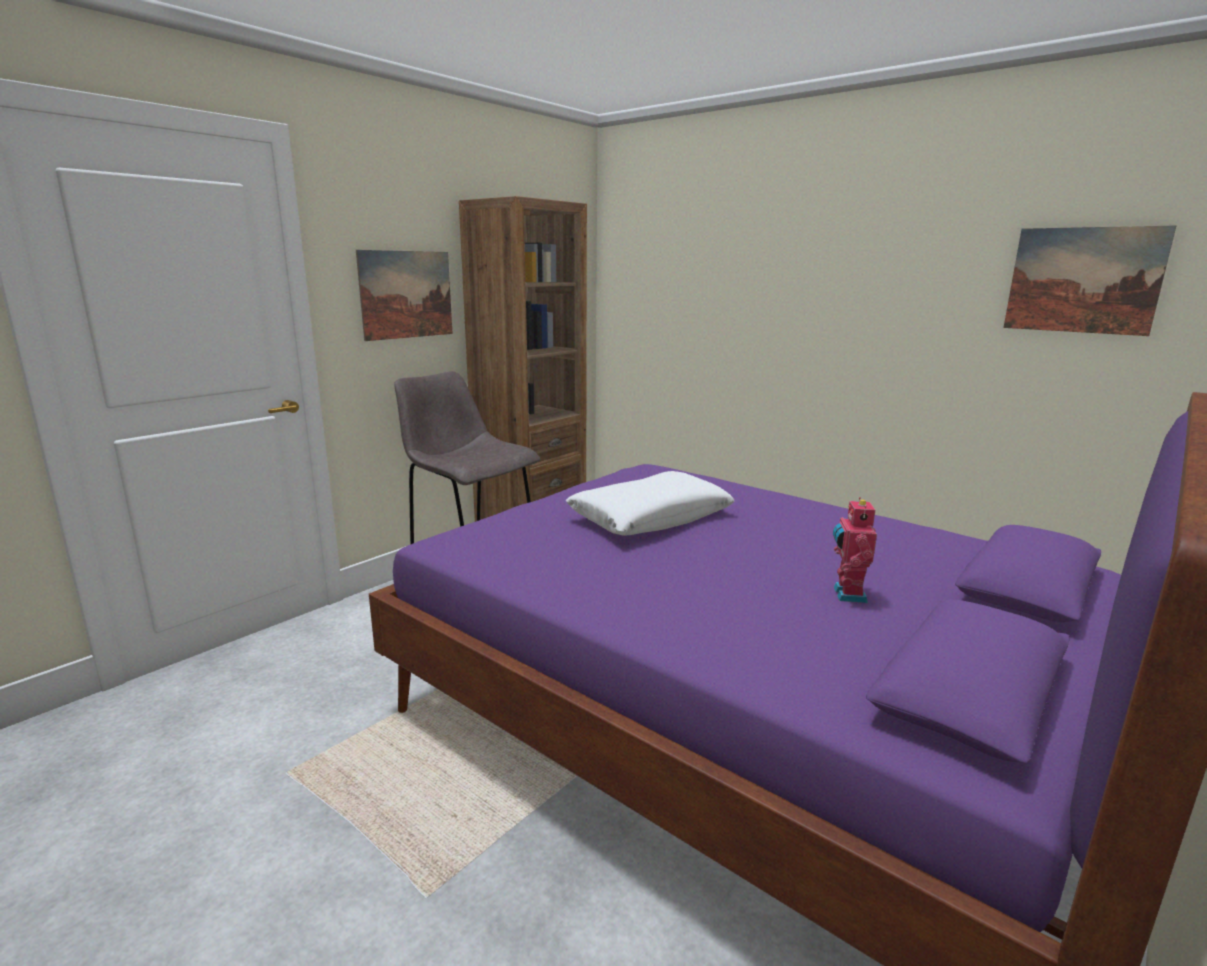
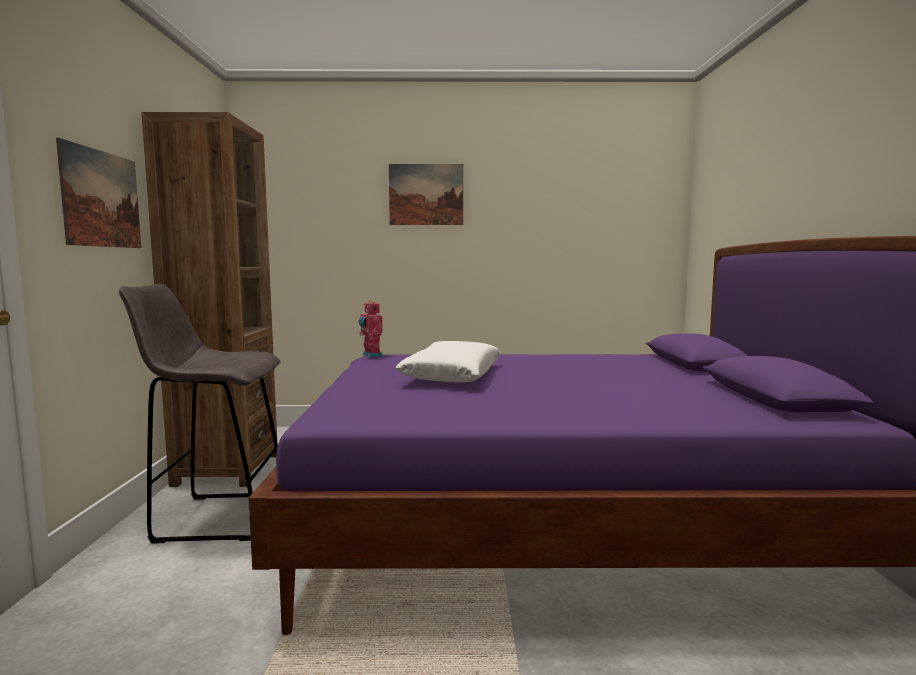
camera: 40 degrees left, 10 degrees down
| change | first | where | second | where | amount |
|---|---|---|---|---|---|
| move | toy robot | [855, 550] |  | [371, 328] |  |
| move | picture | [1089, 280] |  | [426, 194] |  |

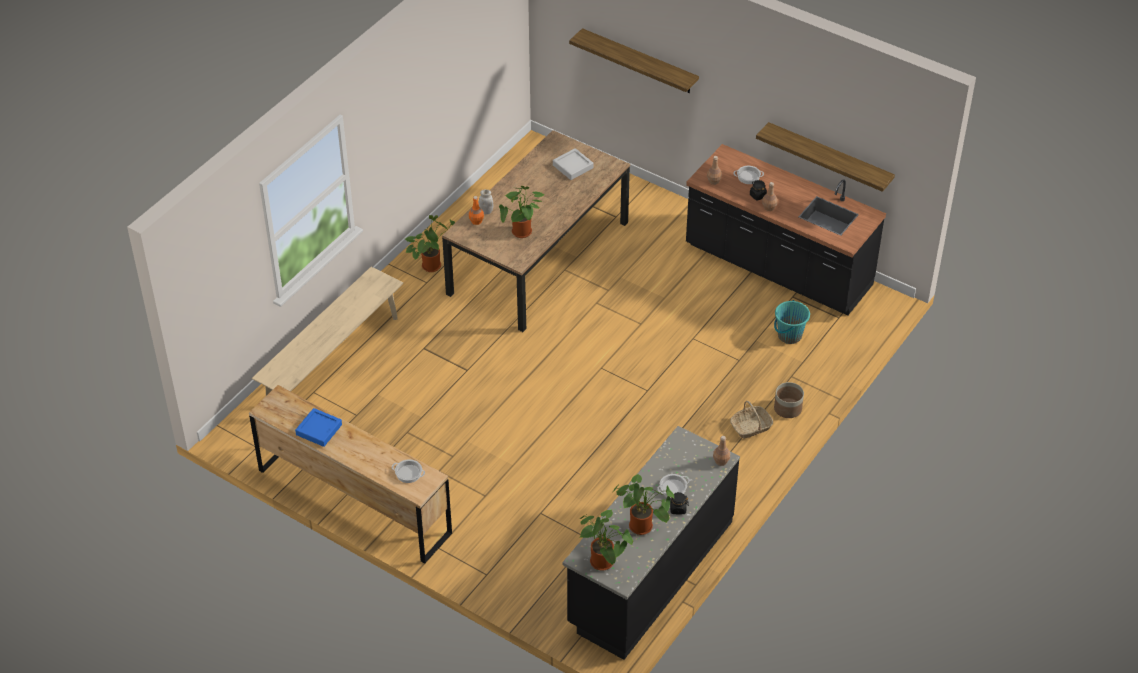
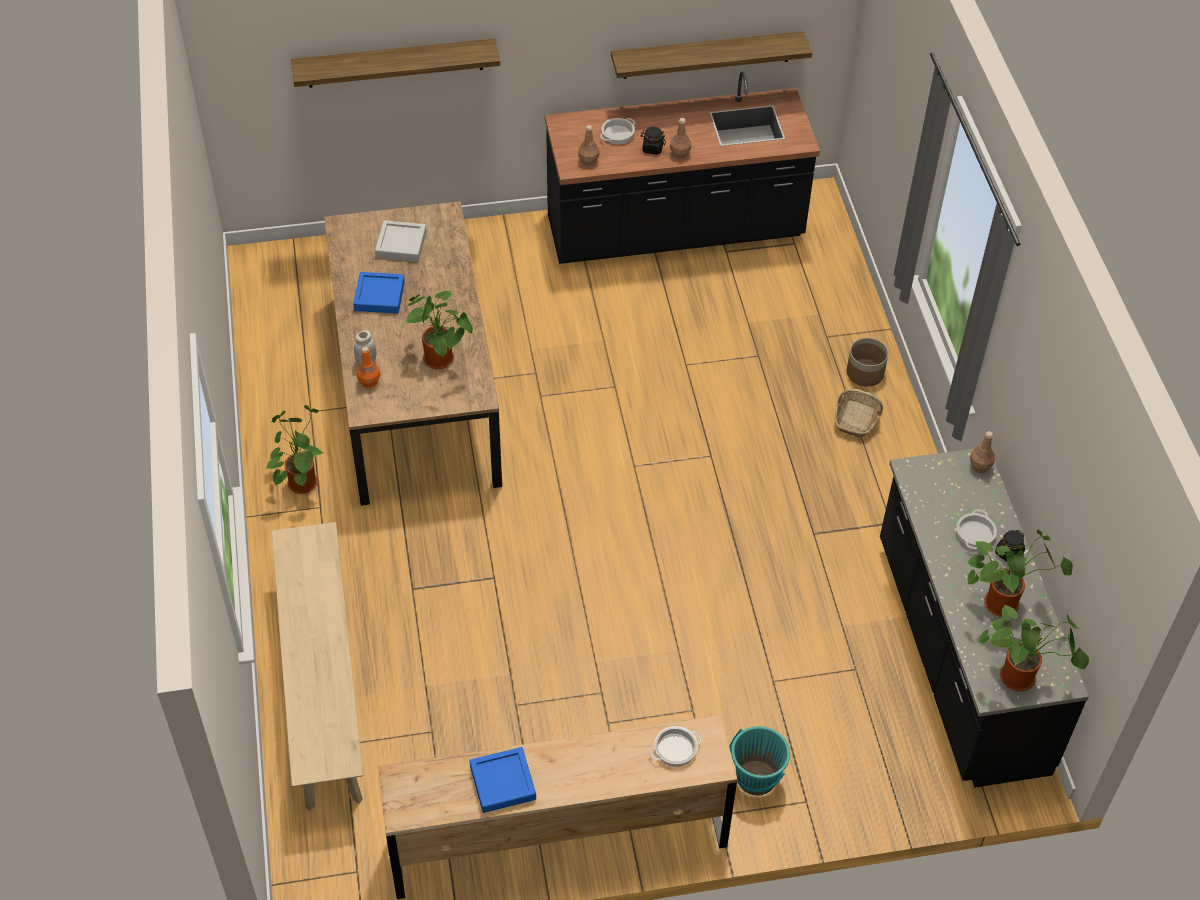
camera: 45 degrees left, 5 degrees up
| change | first | where | second | where | amount |
|---|---|---|---|---|---|
| insert |  |  | blue tray | [379, 293] |  |
| move | turquoise bucket | [792, 322] |  | [759, 760] |  |

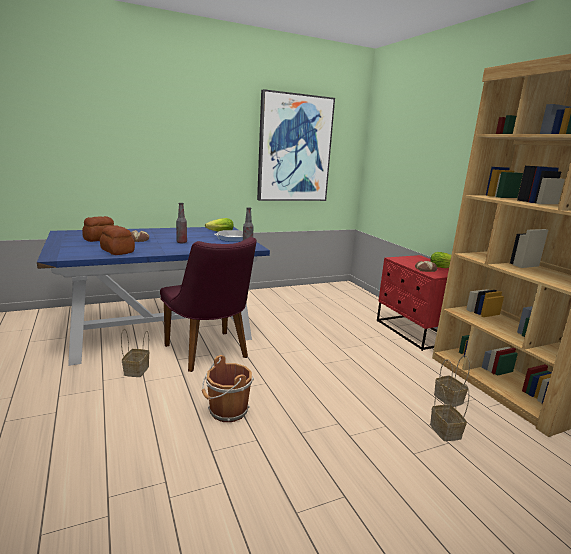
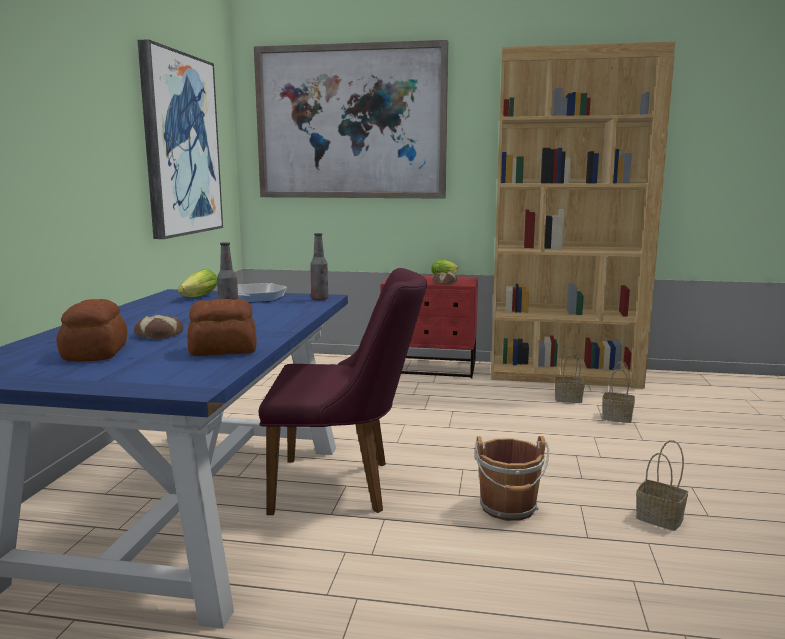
camera: 55 degrees left, 5 degrees down
| change | first | where | second | where | amount |
|---|---|---|---|---|---|
| insert |  |  | picture | [351, 119] |  |
| move | basket | [135, 353] |  | [662, 485] |  |

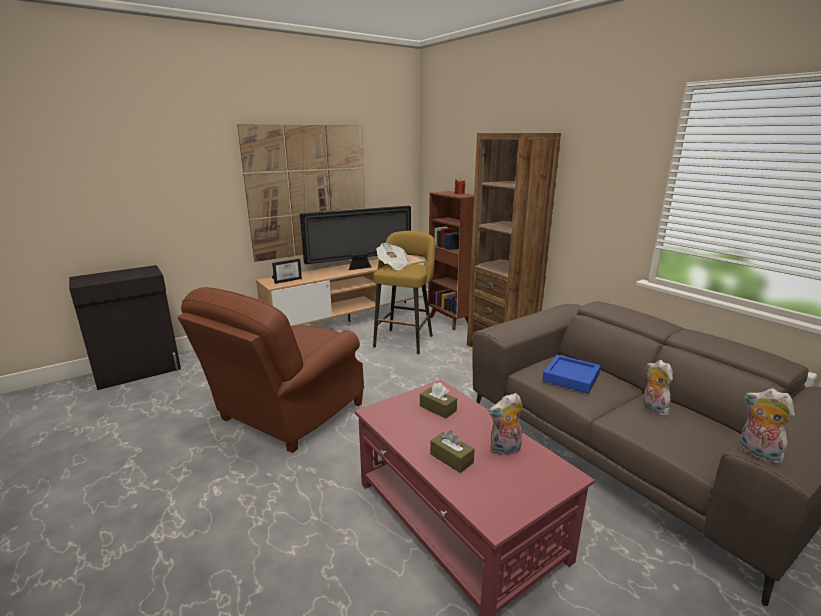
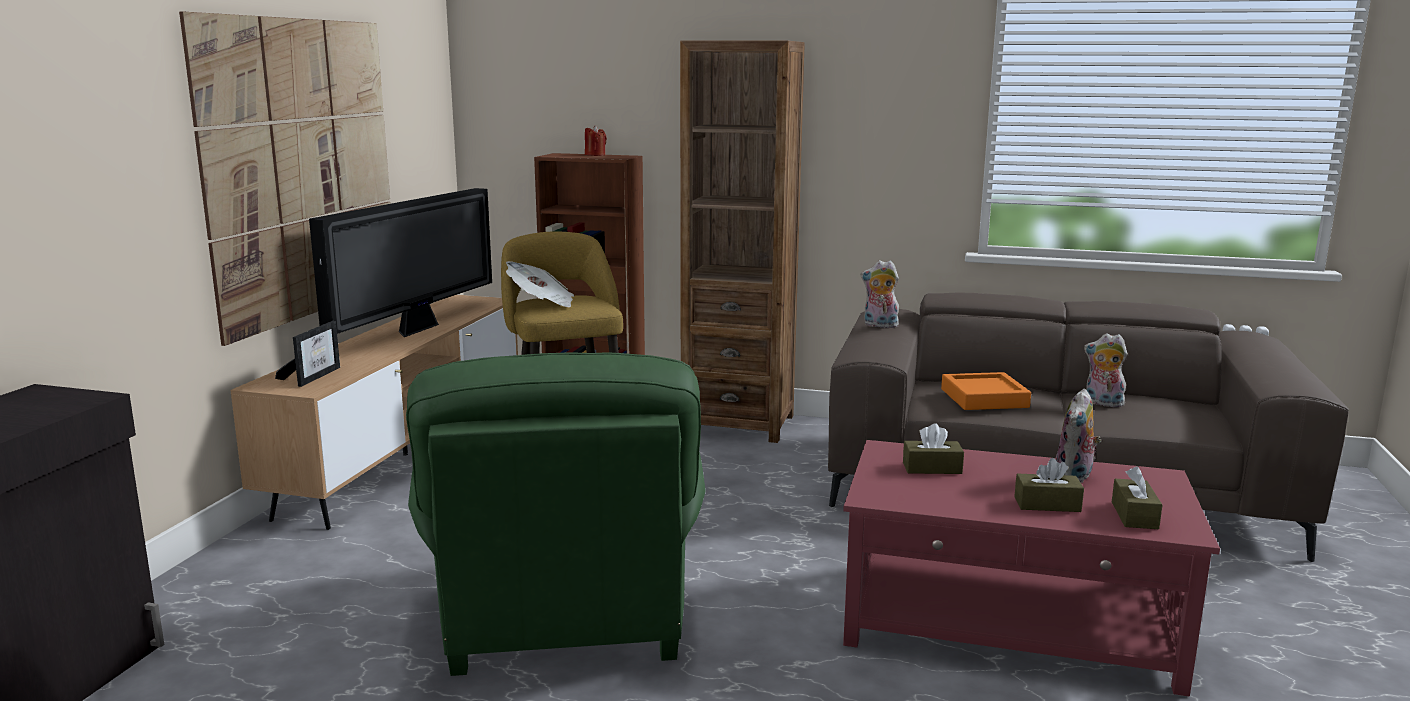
camera: 40 degrees left, 5 degrees down
| change | first | where | second | where | amount |
|---|---|---|---|---|---|
| insert |  |  | brown tissue box | [1137, 497] |  |
| move | plush toy | [767, 426] |  | [880, 294] |  |
| recolor | brown armchair | [270, 370] | green armchair | [555, 514] |  |
| recolor | blue tray | [571, 374] | orange tray | [986, 391] |  |

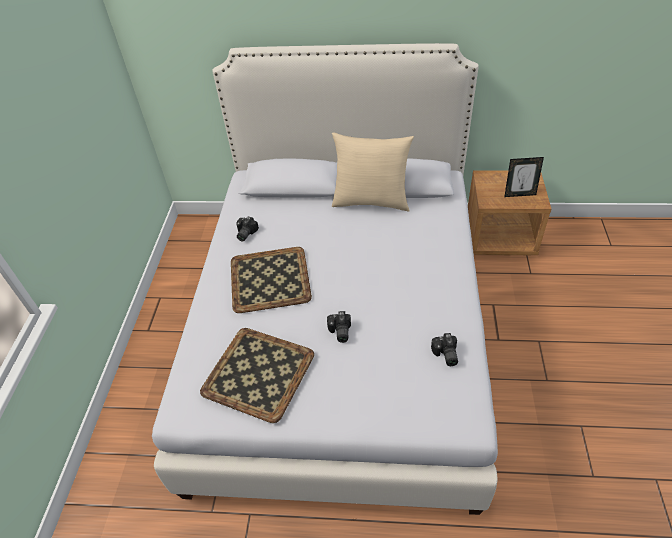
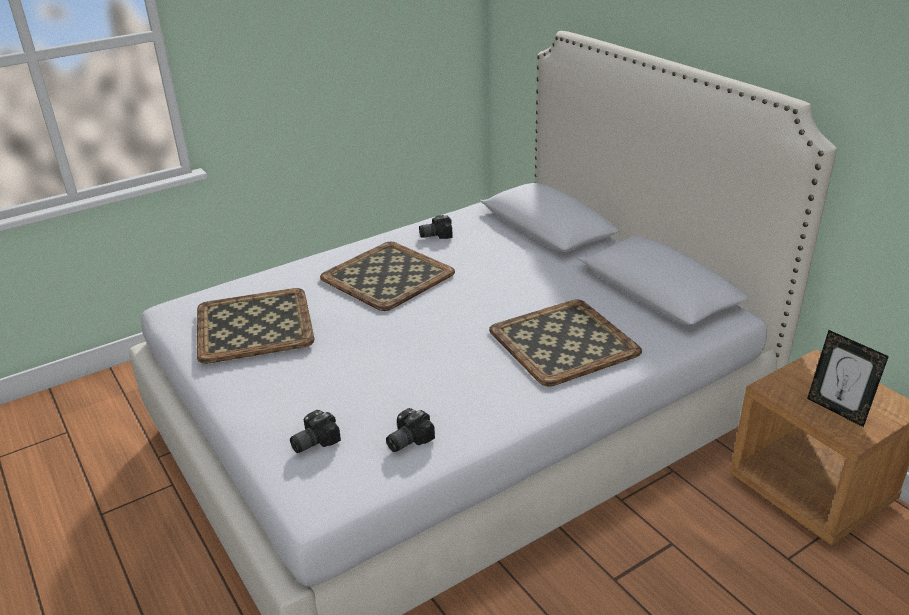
camera: 50 degrees right, 15 degrees down
| change | first | where | second | where | amount |
|---|---|---|---|---|---|
| delete | beige pillow | [373, 172] |  |  |  |
| insert |  |  | tray | [565, 343] |  |
| move | photo camera | [339, 327] |  | [315, 431] |  |

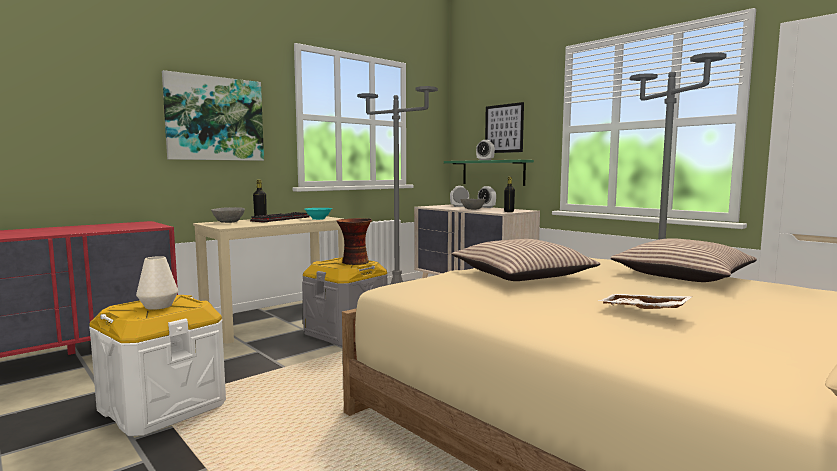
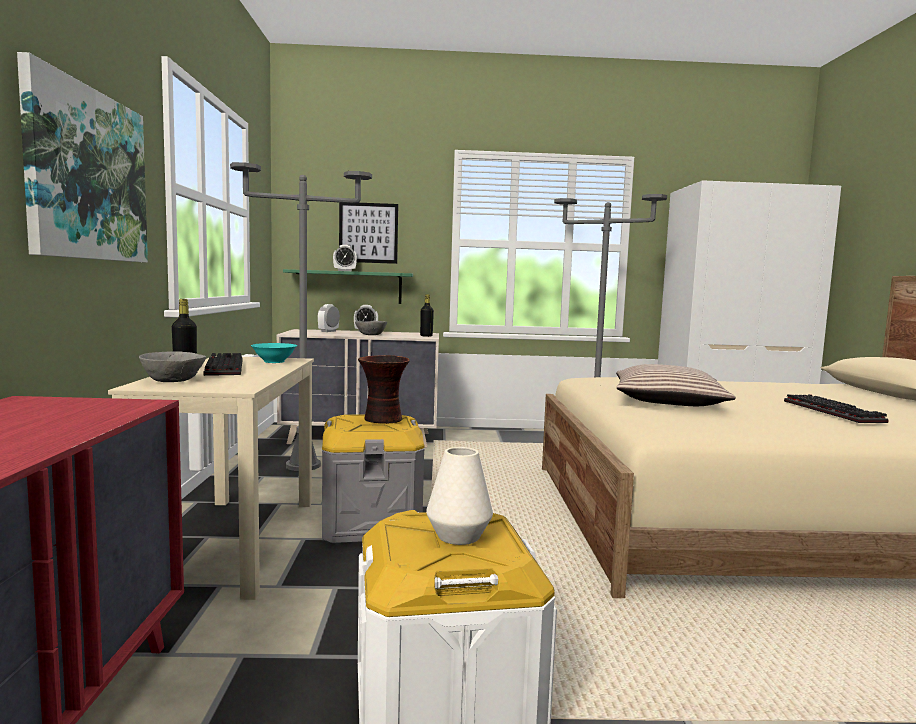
camera: 50 degrees left, 0 degrees up
| change | first | where | second | where | amount |
|---|---|---|---|---|---|
| delete | pillow | [684, 260] |  |  |  |
| replace | white tray | [645, 301] | keyboard | [836, 408] |  |

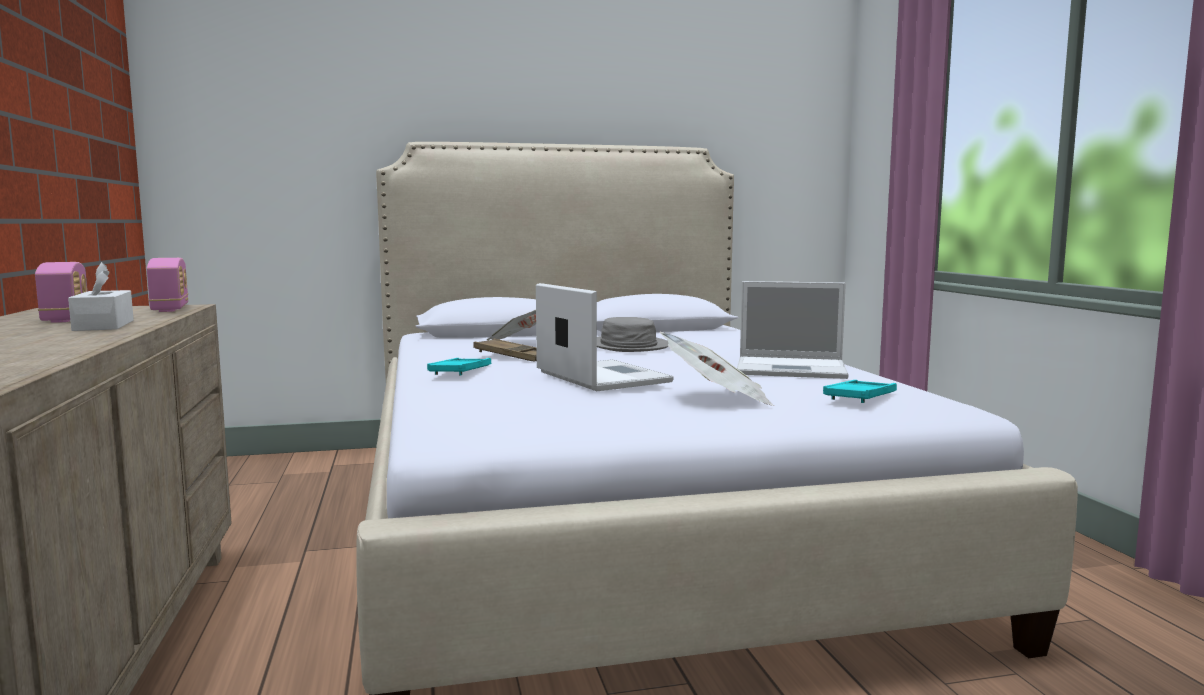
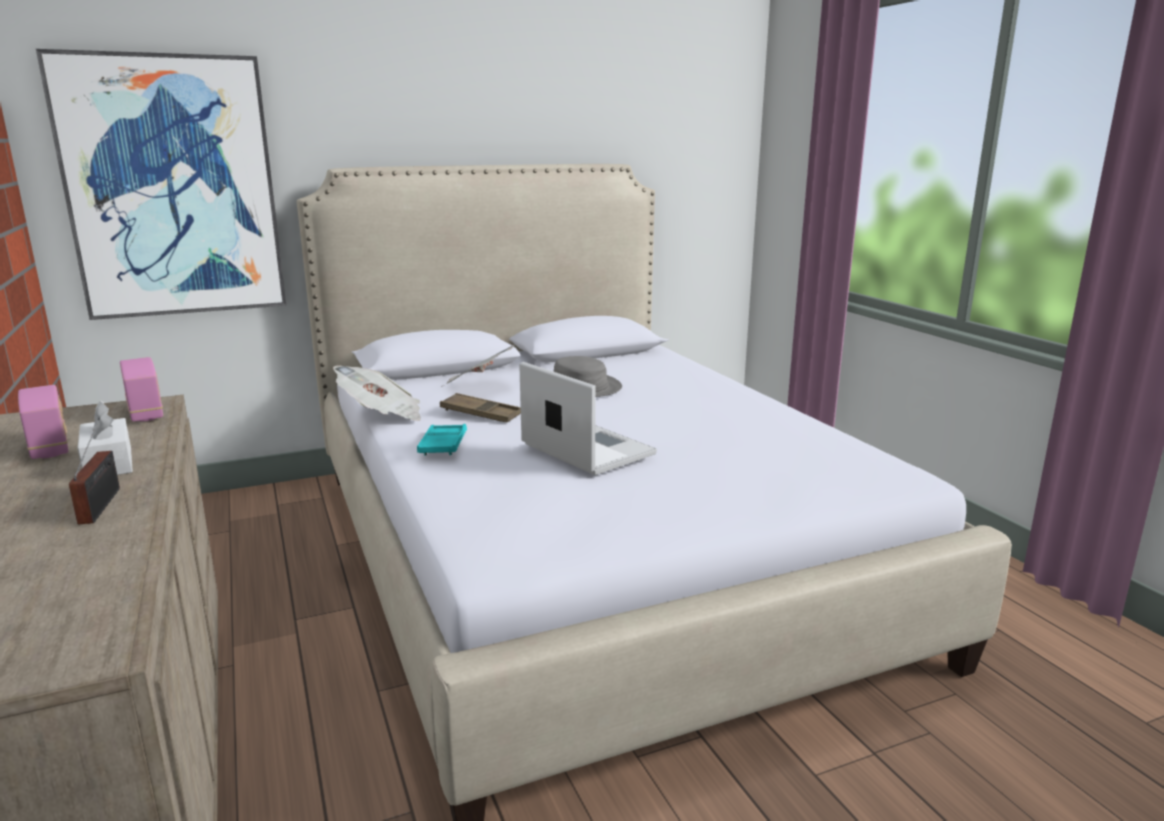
camera: 10 degrees left, 10 degrees up
| change | first | where | second | where | amount |
|---|---|---|---|---|---|
| delete | laptop | [793, 330] |  |  |  |
| delete | turquoise tray | [860, 391] |  |  |  |
| insert |  |  | picture | [161, 184] |  |
| insert |  |  | radio | [94, 471] |  |
| move | newspaper | [716, 369] |  | [377, 393] |  |

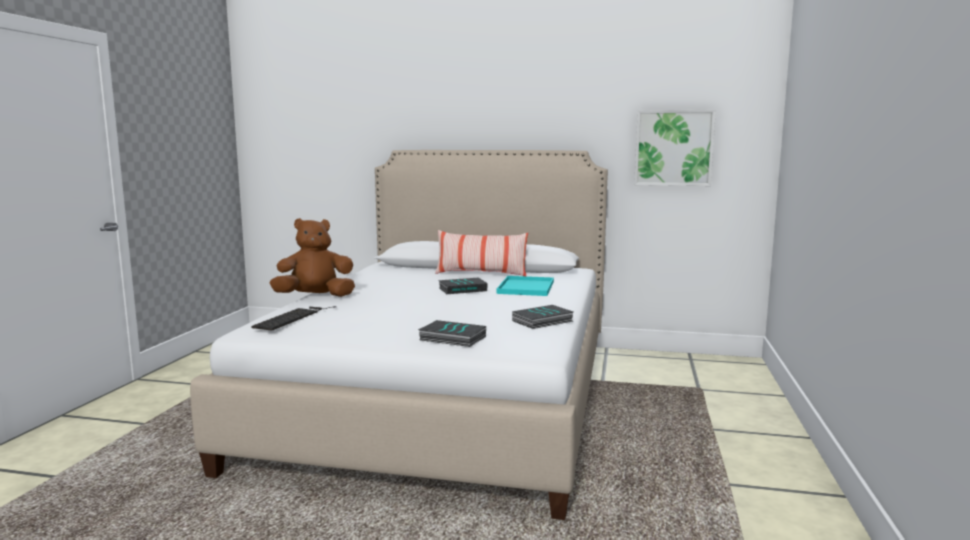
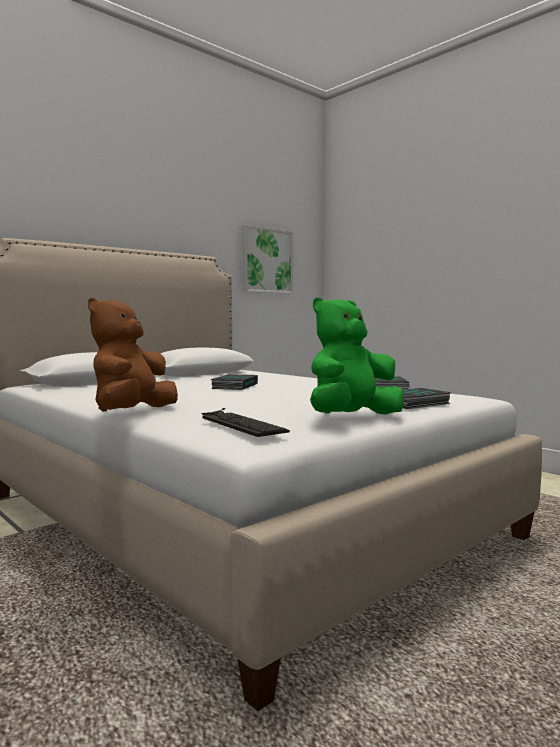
camera: 55 degrees left, 5 degrees down
| change | first | where | second | where | amount |
|---|---|---|---|---|---|
| delete | pillow | [481, 253] |  |  |  |
| delete | turquoise tray | [525, 286] |  |  |  |
| insert |  |  | green plush toy | [357, 356] |  |

